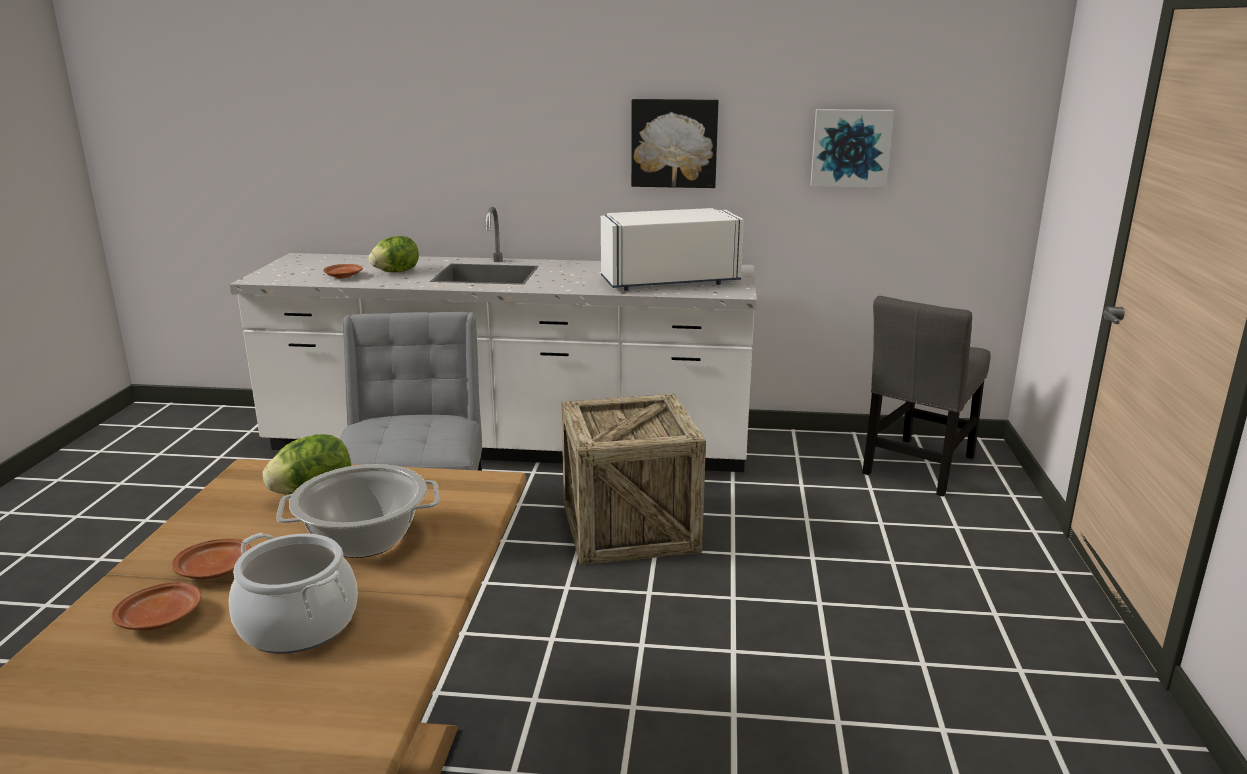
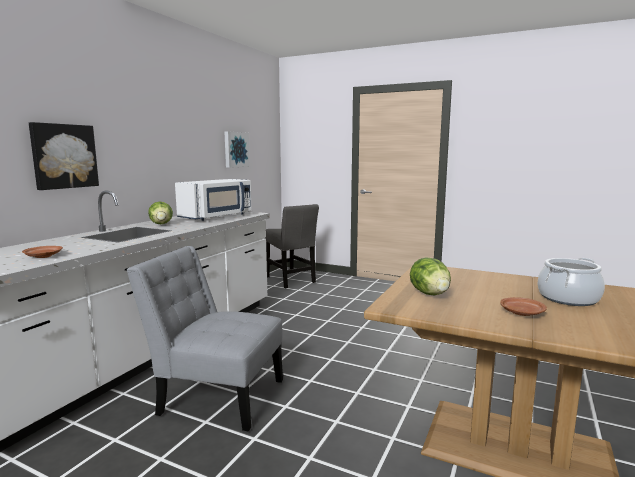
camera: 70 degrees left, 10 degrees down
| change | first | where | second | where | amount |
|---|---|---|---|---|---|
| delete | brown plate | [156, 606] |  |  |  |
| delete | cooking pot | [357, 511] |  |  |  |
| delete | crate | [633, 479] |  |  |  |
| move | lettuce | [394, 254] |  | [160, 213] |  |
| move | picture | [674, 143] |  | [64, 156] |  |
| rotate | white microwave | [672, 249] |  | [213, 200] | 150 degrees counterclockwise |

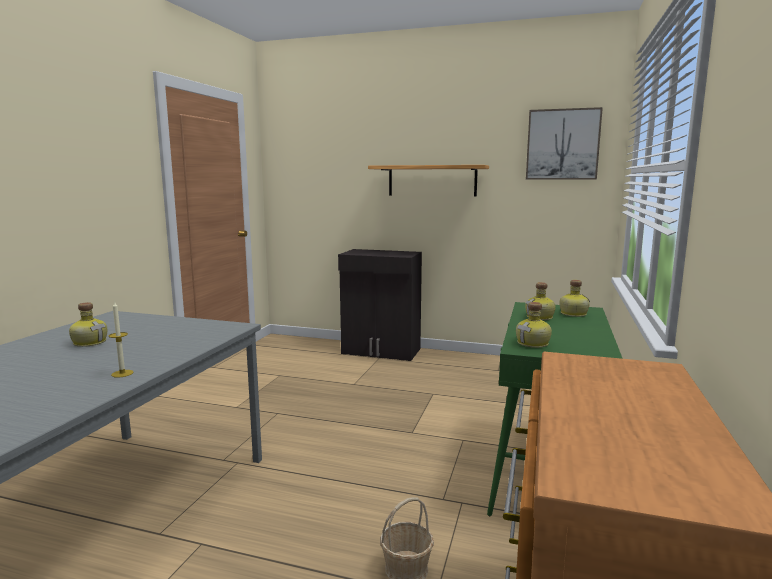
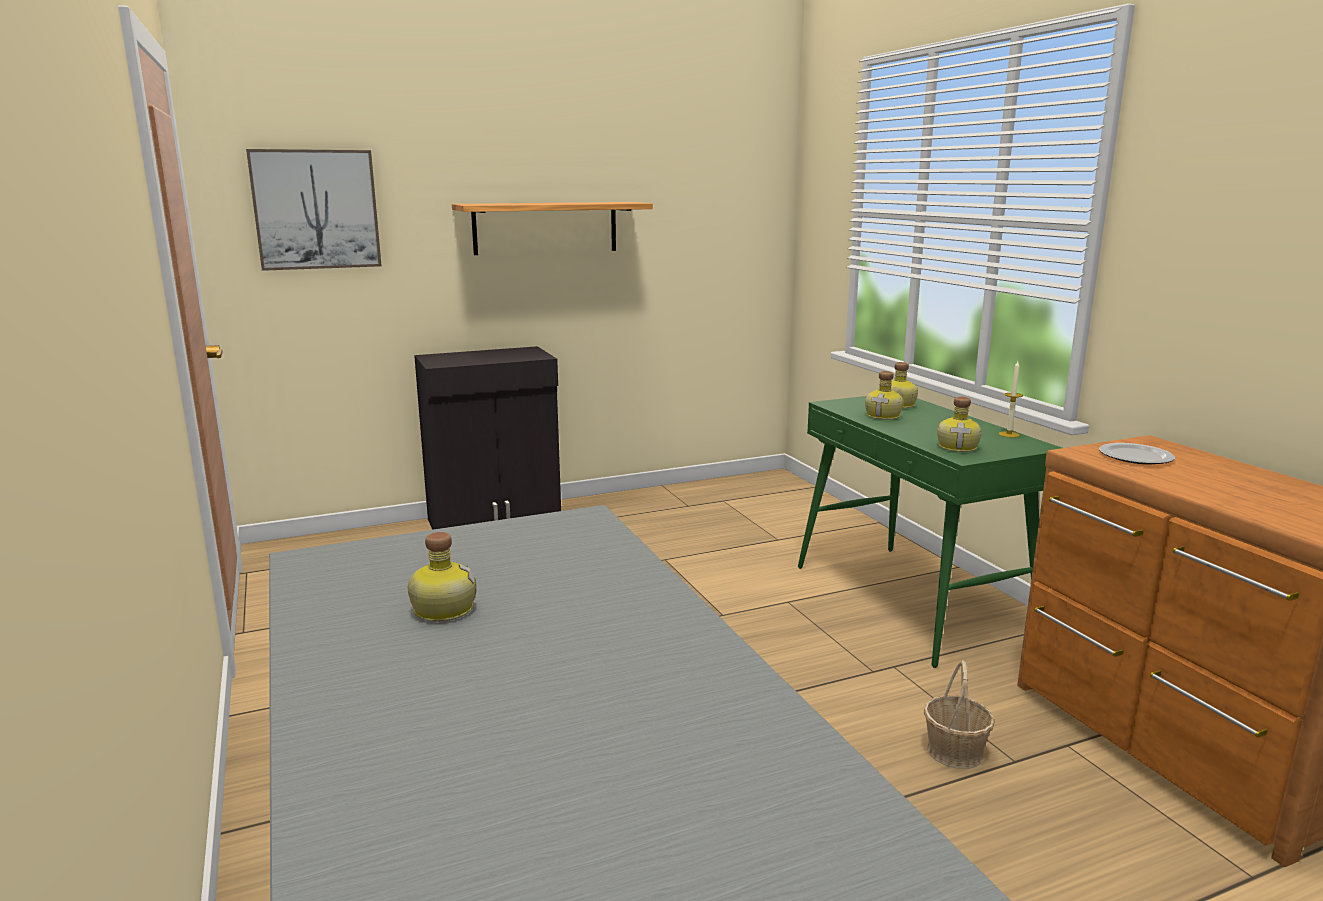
camera: 40 degrees left, 5 degrees up
| change | first | where | second | where | amount |
|---|---|---|---|---|---|
| insert |  |  | plate | [1137, 453] |  |
| move | candle | [121, 339] |  | [1010, 399] |  |
| move | picture | [564, 143] |  | [314, 210] |  |

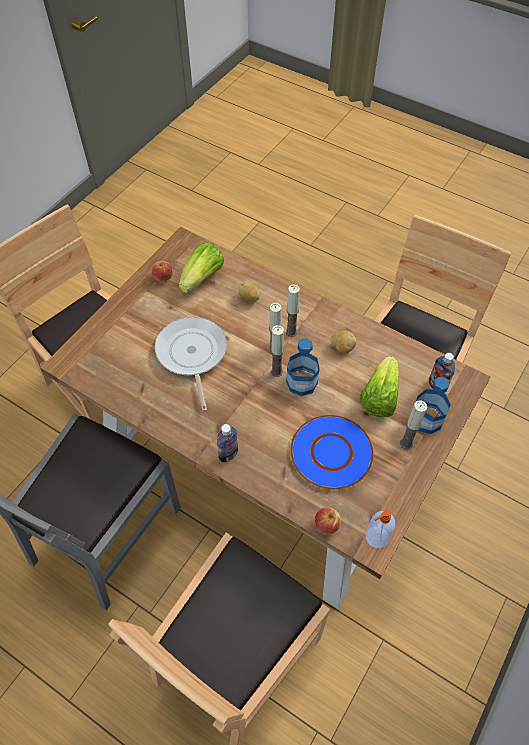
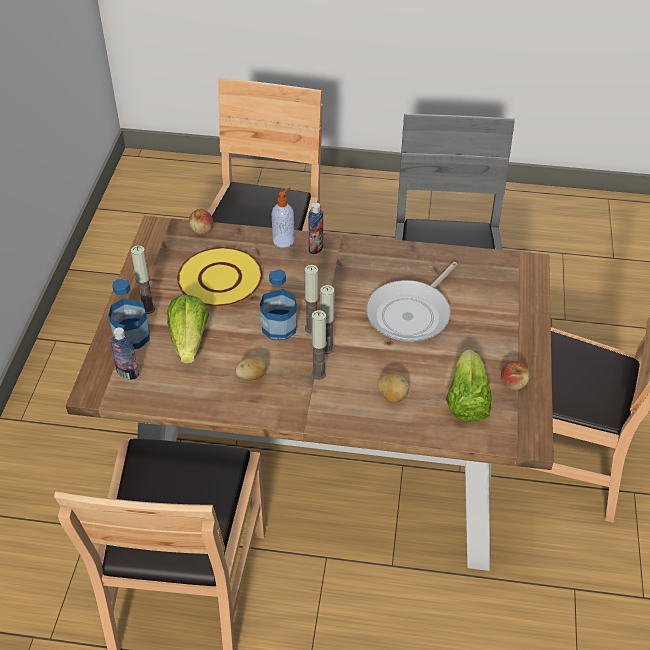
camera: 155 degrees right, 10 degrees down
| change | first | where | second | where | amount |
|---|---|---|---|---|---|
| move | soap dispenser | [380, 528] |  | [283, 217] |  |
| recolor | blue plate | [332, 452] | yellow plate | [220, 277] |  |
| rotate | frying pan | [191, 364] |  | [412, 302] | 75 degrees clockwise |

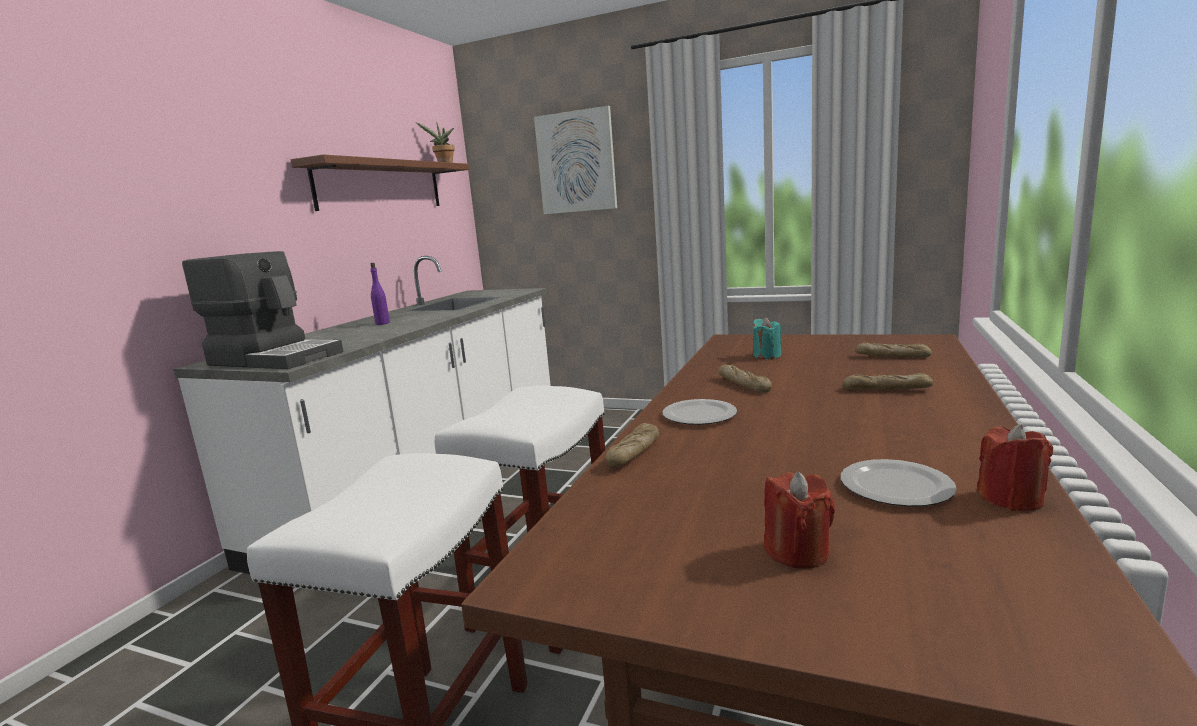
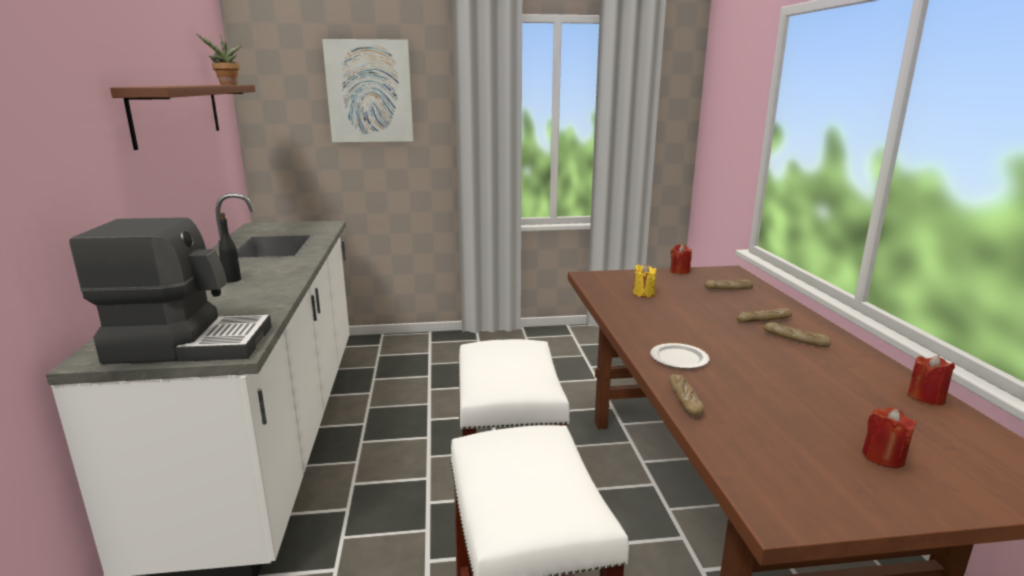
camera: 30 degrees left, 5 degrees up
| change | first | where | second | where | amount |
|---|---|---|---|---|---|
| delete | plate | [899, 483] |  |  |  |
| insert |  |  | red candle | [681, 259] |  |
| move | bread | [745, 379] |  | [797, 334] |  |
| recolor | purple bottle | [380, 294] | black bottle | [230, 247] |  |
| recolor | turquoise candle | [767, 338] | yellow candle | [644, 281] |  |

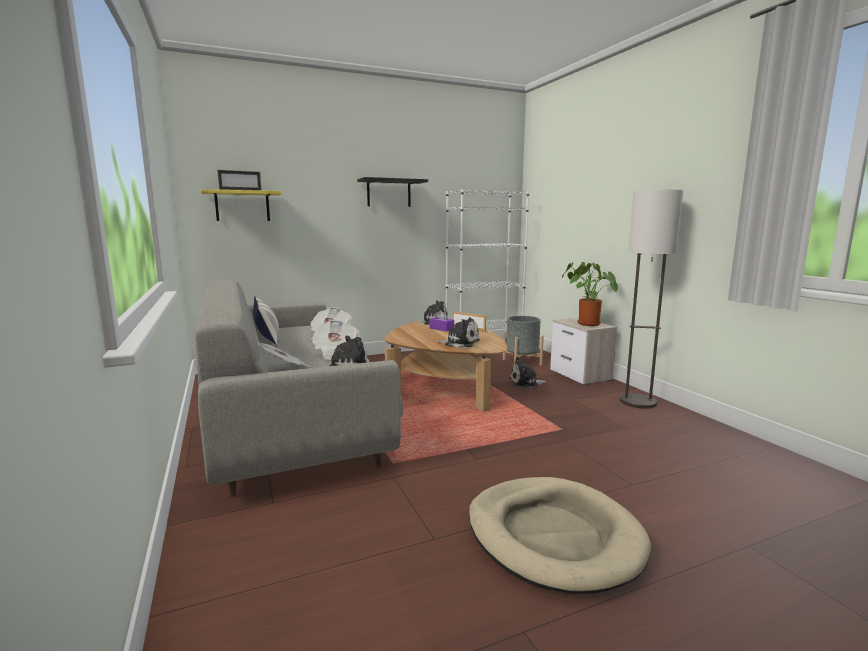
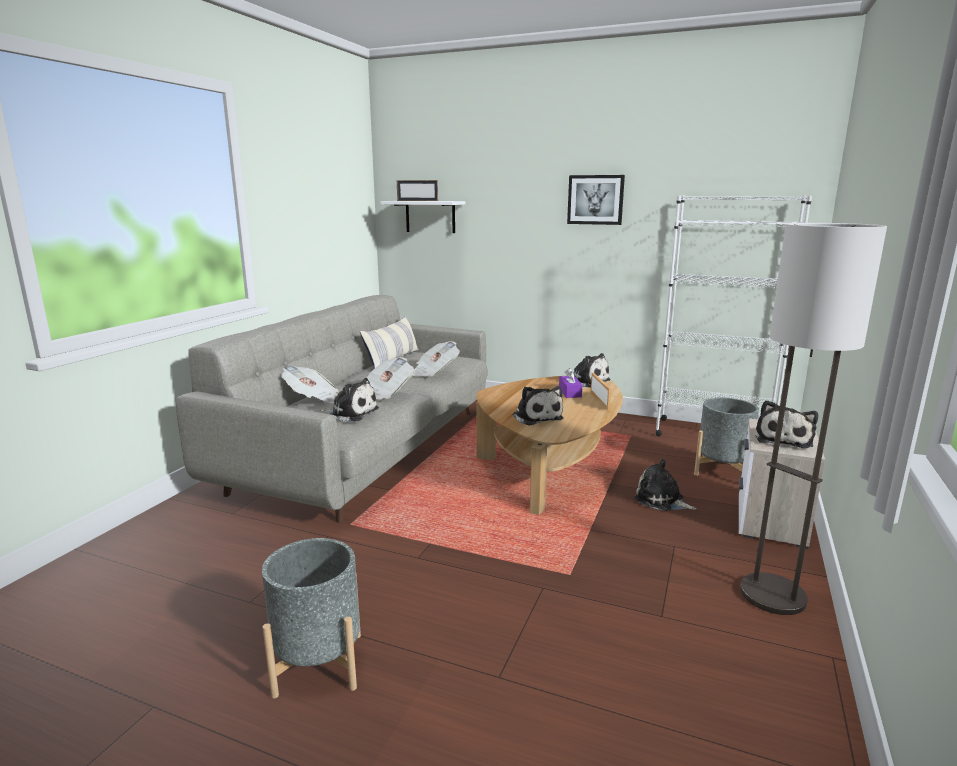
camera: 45 degrees right, 5 degrees up
| change | first | where | second | where | amount |
|---|---|---|---|---|---|
| replace | black shelf | [392, 192] | picture | [596, 200] |  |
| replace | beige dog bed | [560, 535] | grey planter | [311, 618] |  |
| replace | potted plant | [590, 294] | plush toy | [786, 424] |  |
| recolor | yellow shelf | [241, 205] | white shelf | [423, 217] |  |

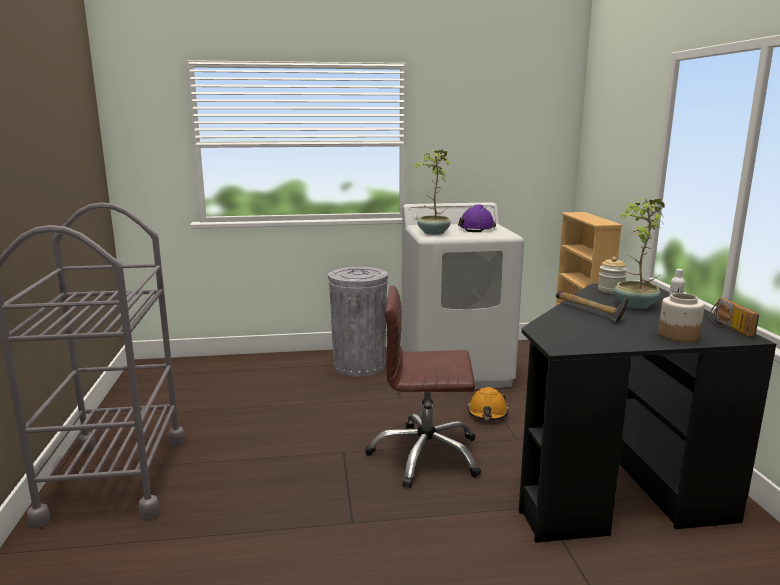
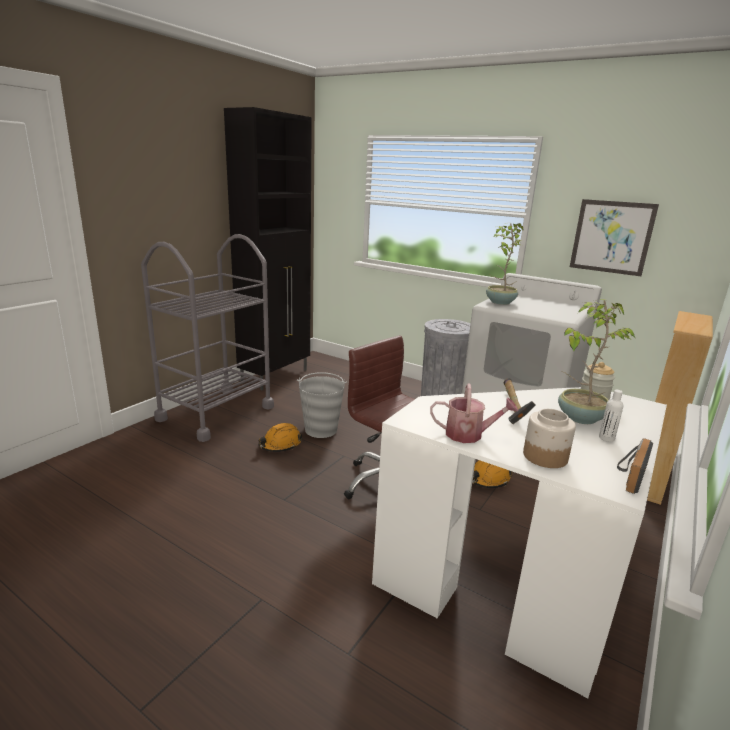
camera: 40 degrees right, 5 degrees up
| change | first | where | second | where | amount |
|---|---|---|---|---|---|
| delete | purple hard hat | [477, 218] |  |  |  |
| insert |  |  | black cabinet | [268, 248] |  |
| insert |  |  | orange hard hat | [280, 437] |  |
| insert |  |  | grey bucket | [322, 405] |  |
| insert |  |  | watering can | [474, 413] |  |
| insert |  |  | picture | [614, 237] |  |
| recolor | black desk | [647, 412] | white desk | [519, 542] |  |

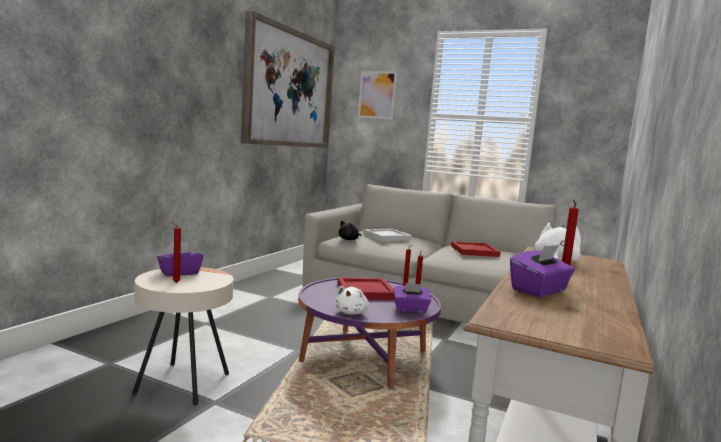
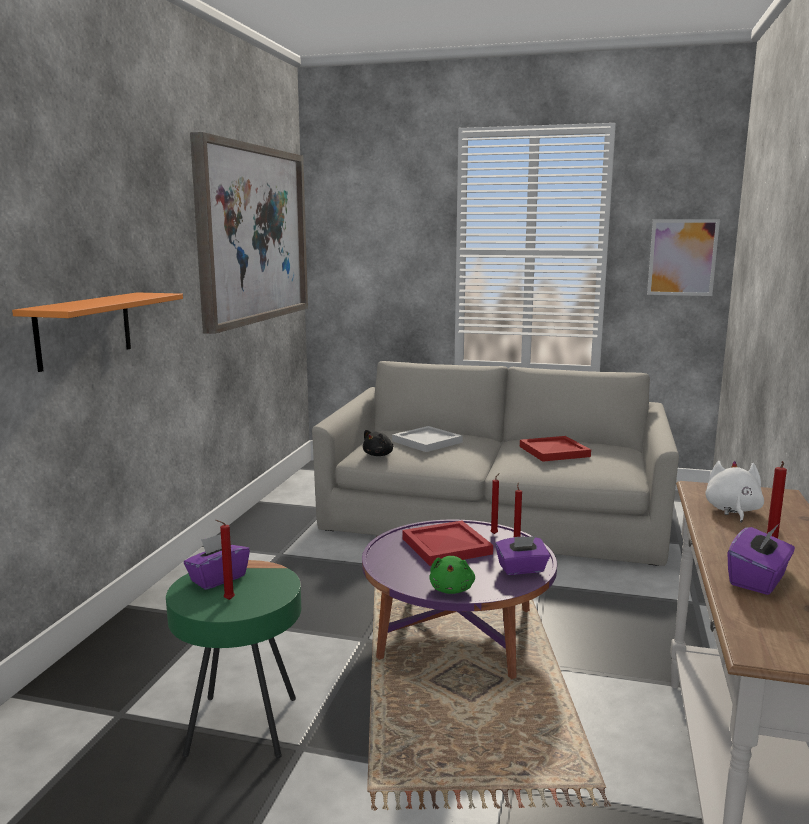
camera: 10 degrees left, 5 degrees up
| change | first | where | second | where | amount |
|---|---|---|---|---|---|
| insert |  |  | orange shelf | [97, 332] |  |
| move | picture | [377, 95] |  | [683, 257] |  |
| recolor | beige side table | [183, 336] | green side table | [233, 659] |  |
| recolor | white plush toy | [352, 300] | green plush toy | [452, 575] |  |

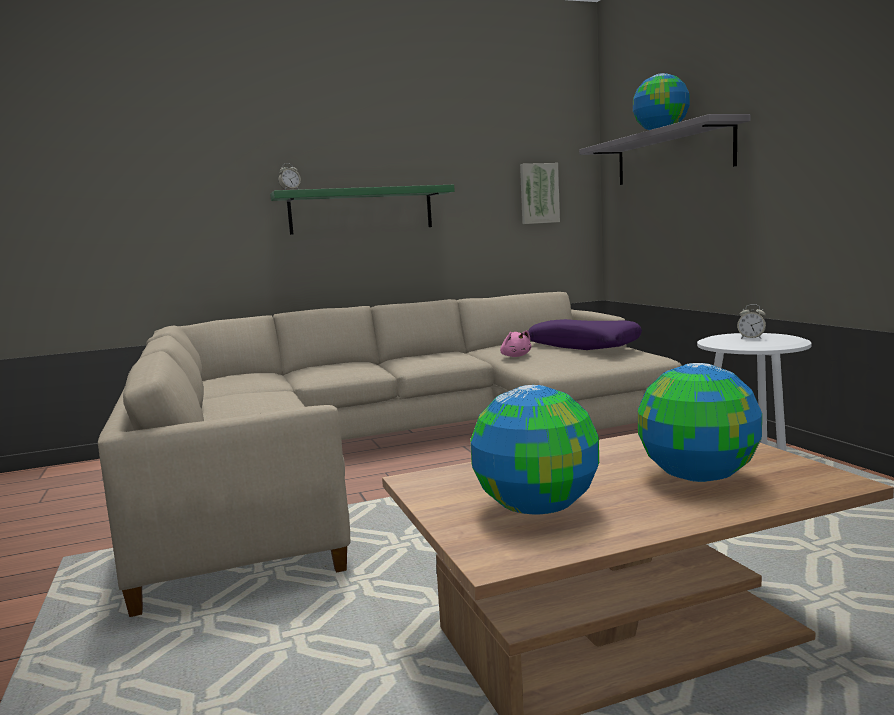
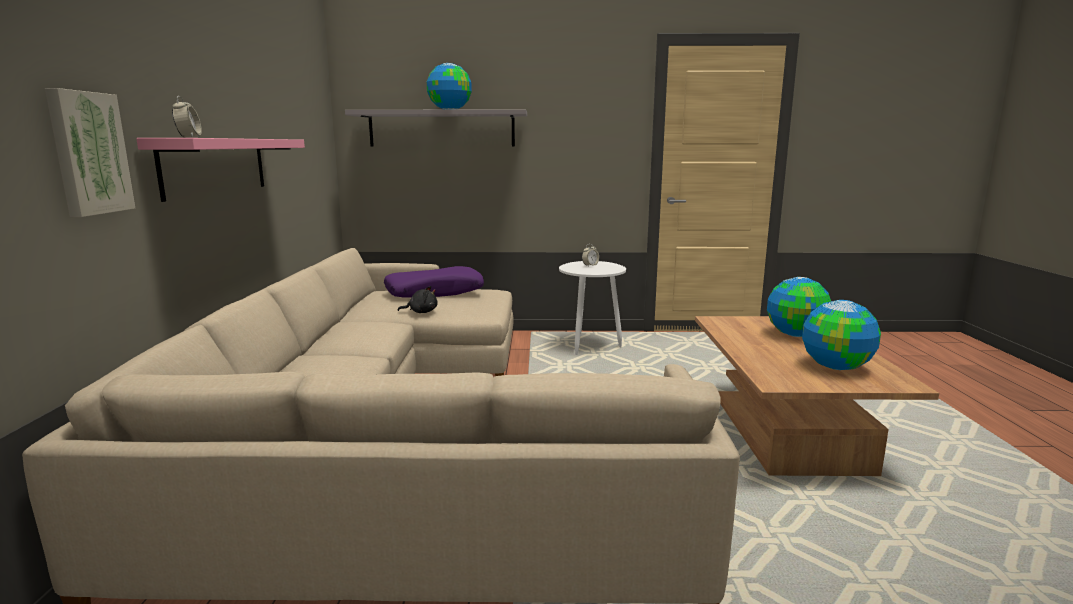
camera: 70 degrees left, 5 degrees up
| change | first | where | second | where | amount |
|---|---|---|---|---|---|
| move | picture | [540, 193] |  | [90, 152] |  |
| recolor | green shelf | [362, 210] | pink shelf | [220, 170] |  |
| recolor | pink plush toy | [516, 343] | black plush toy | [418, 299] |  |

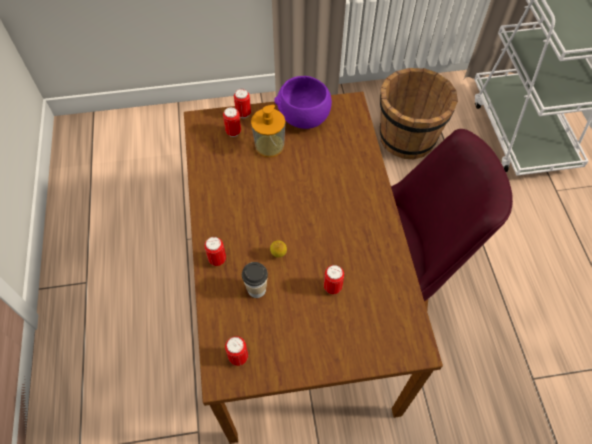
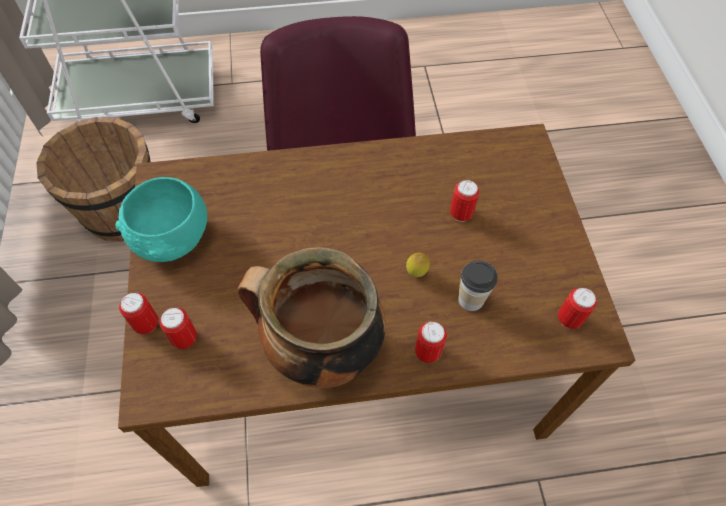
camera: 90 degrees left, 0 degrees up
| change | first | where | second | where | amount |
|---|---|---|---|---|---|
| delete | soap dispenser | [268, 131] |  |  |  |
| insert |  |  | cooking pot | [312, 317] |  |
| recolor | purple bowl | [303, 102] | turquoise bowl | [161, 219] |  |

